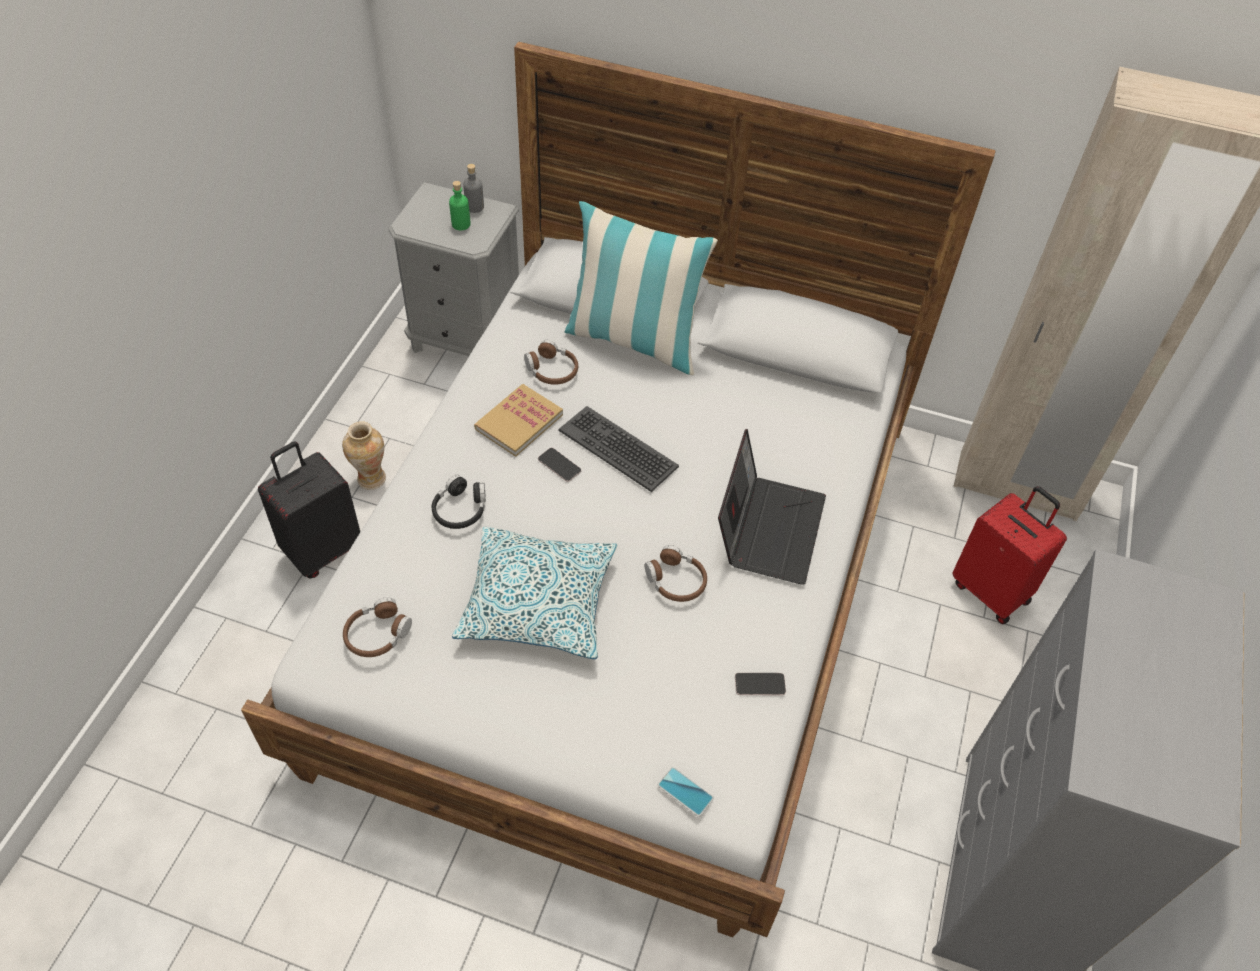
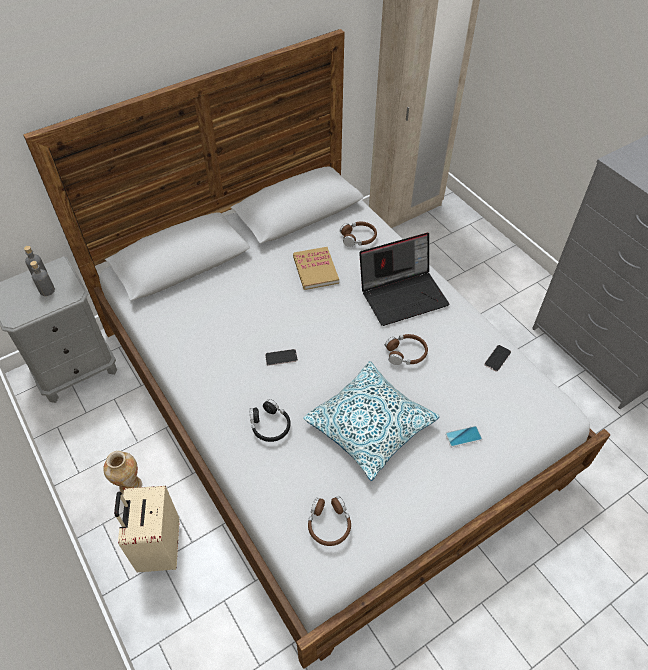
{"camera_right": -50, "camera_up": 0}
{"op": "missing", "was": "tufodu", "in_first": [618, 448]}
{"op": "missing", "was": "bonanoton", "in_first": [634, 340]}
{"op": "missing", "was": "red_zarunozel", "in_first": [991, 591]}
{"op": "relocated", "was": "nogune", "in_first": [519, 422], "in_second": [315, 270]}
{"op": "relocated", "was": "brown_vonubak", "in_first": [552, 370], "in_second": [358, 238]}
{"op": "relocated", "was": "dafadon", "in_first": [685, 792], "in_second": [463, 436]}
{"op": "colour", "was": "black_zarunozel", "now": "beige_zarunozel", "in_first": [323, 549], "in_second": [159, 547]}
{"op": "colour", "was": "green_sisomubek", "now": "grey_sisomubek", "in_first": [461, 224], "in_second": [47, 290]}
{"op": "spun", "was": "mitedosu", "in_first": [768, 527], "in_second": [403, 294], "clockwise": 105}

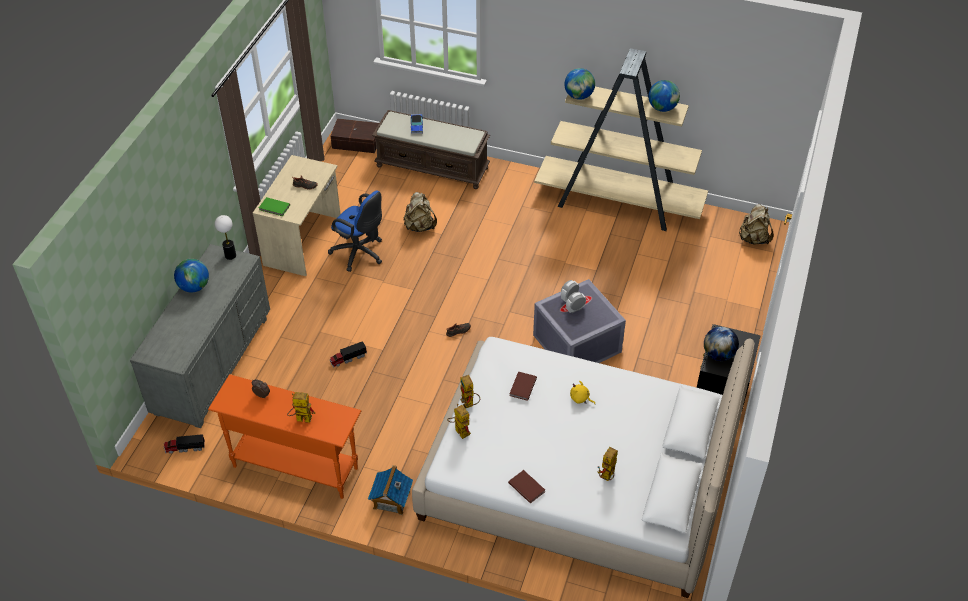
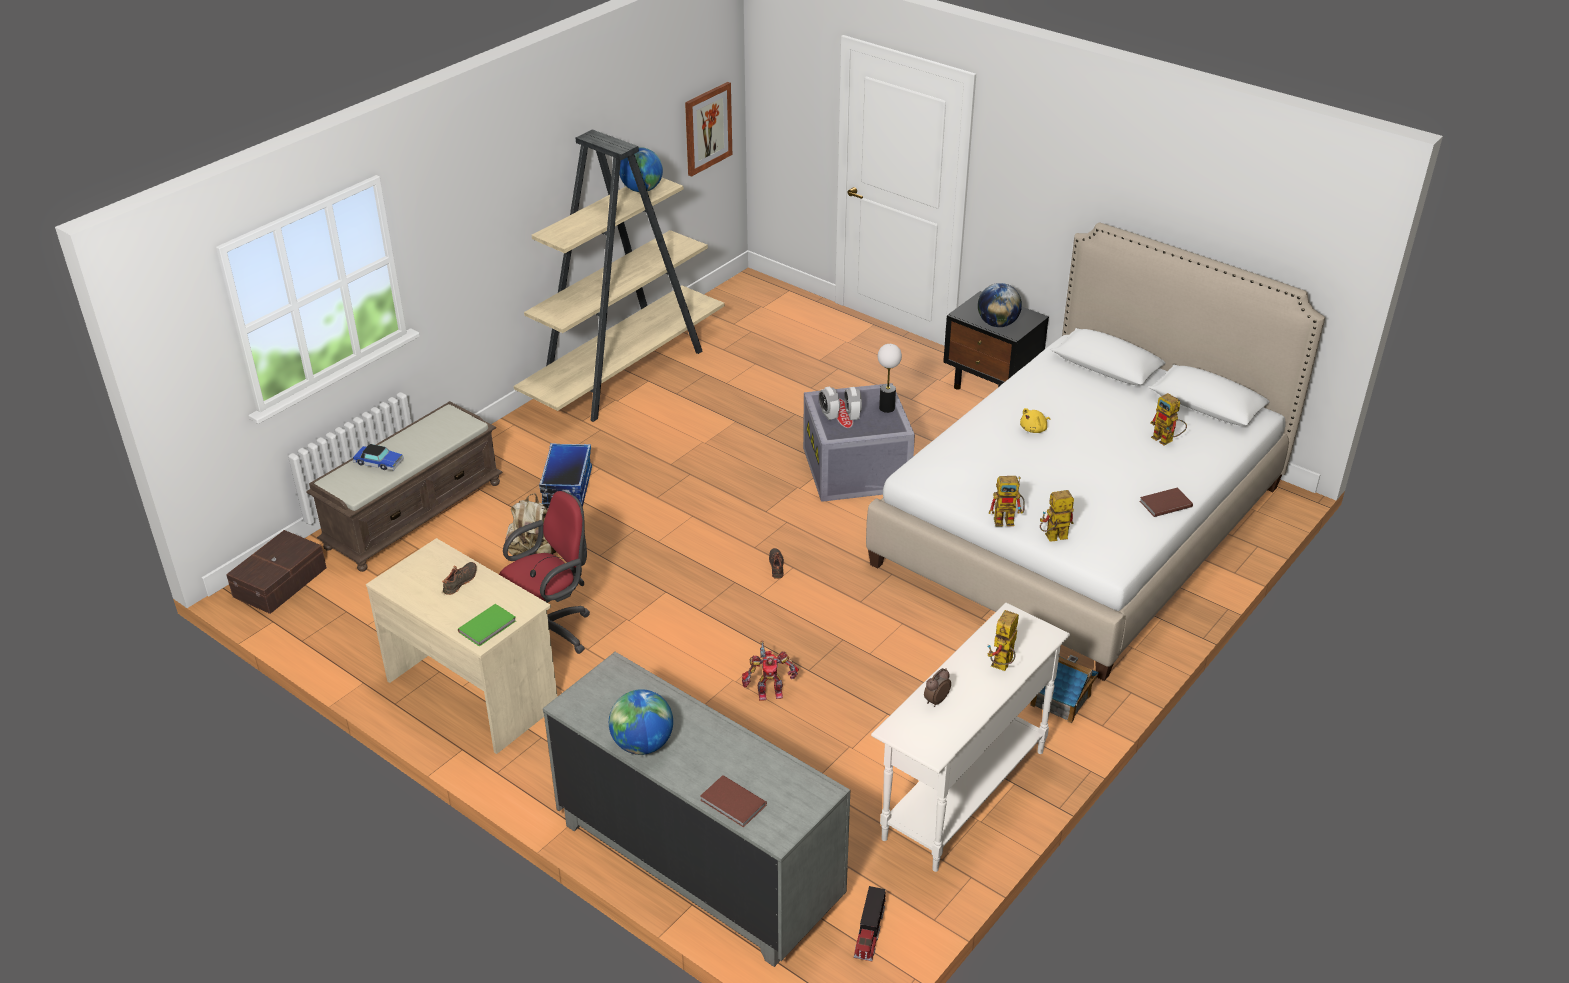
{"camera_right": -70, "camera_up": -10}
{"op": "missing", "was": "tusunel", "in_first": [579, 96]}
{"op": "missing", "was": "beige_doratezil", "in_first": [753, 239]}
{"op": "appeared", "now": "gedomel", "in_second": [566, 488]}
{"op": "appeared", "now": "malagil", "in_second": [707, 128]}
{"op": "relocated", "was": "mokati", "in_first": [230, 255], "in_second": [886, 408]}
{"op": "relocated", "was": "brown_nogune", "in_first": [522, 387], "in_second": [733, 804]}
{"op": "exchanged", "was": "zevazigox", "now": "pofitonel", "in_first": [348, 358], "in_second": [769, 691]}
{"op": "colour", "was": "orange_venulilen", "now": "white_venulilen", "in_first": [295, 467], "in_second": [963, 794]}
{"op": "colour", "was": "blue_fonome", "now": "red_fonome", "in_first": [360, 254], "in_second": [550, 632]}

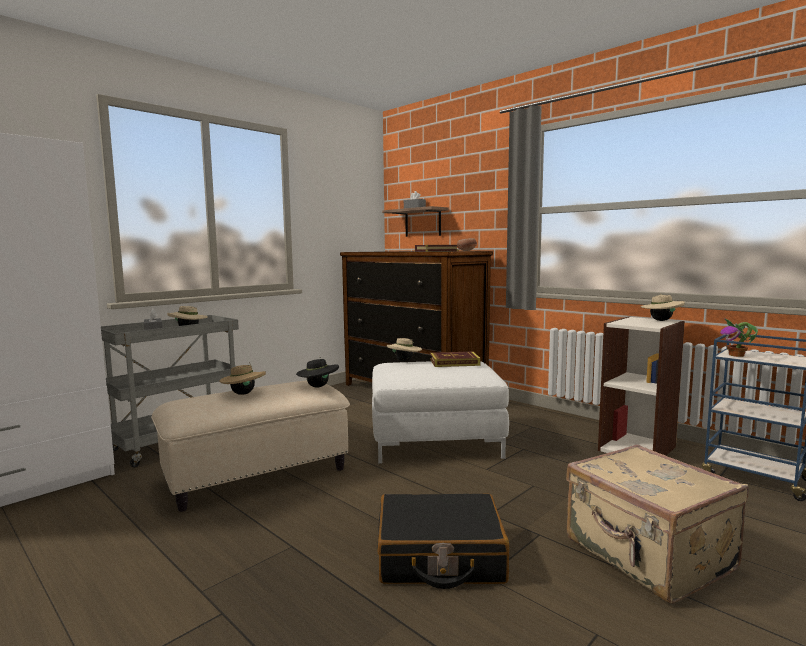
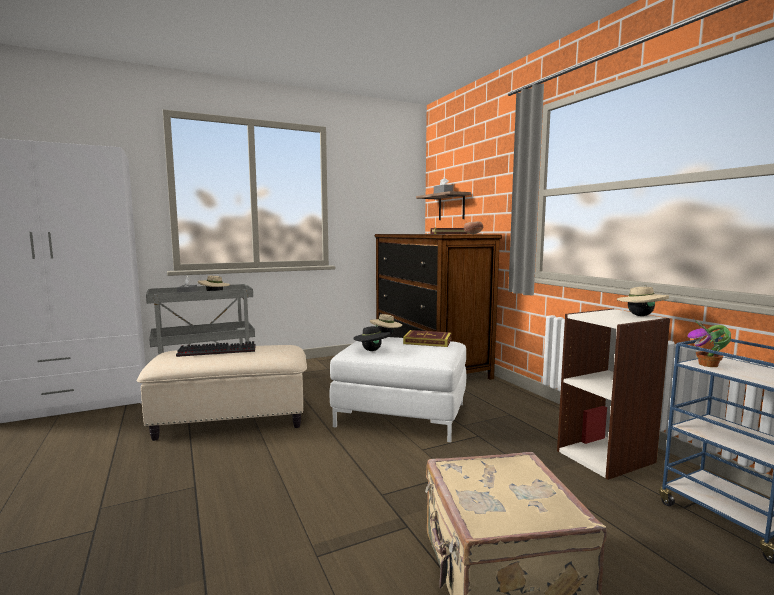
{"camera_right": 20, "camera_up": 0}
{"op": "missing", "was": "black_zarunozel", "in_first": [439, 556]}
{"op": "relocated", "was": "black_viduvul", "in_first": [318, 386], "in_second": [372, 350]}
{"op": "exchanged", "was": "beige_viduvul", "now": "tufodu", "in_first": [243, 394], "in_second": [219, 351]}

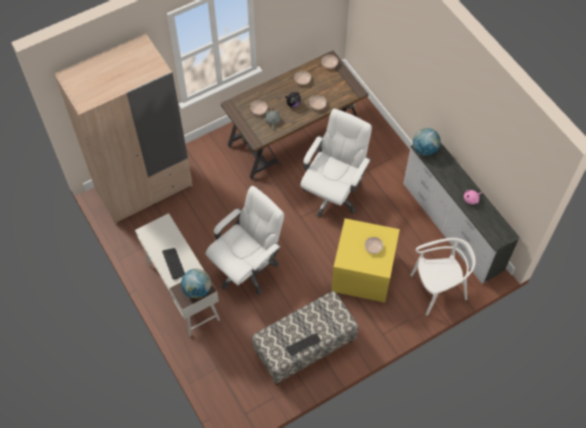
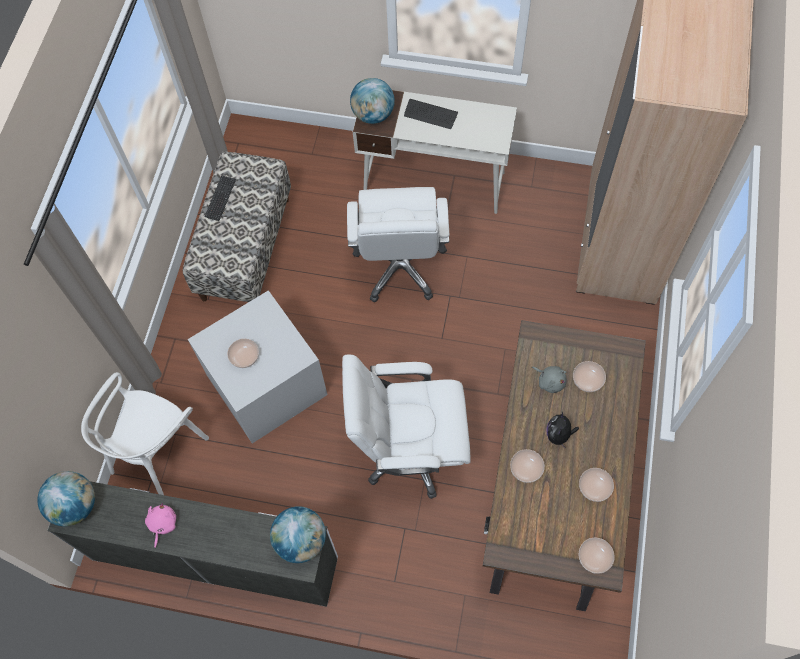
{"camera_right": 135, "camera_up": 5}
{"op": "appeared", "now": "tusunel", "in_second": [75, 505]}
{"op": "colour", "was": "yellow_gedomel", "now": "grey_gedomel", "in_first": [363, 274], "in_second": [264, 384]}
{"op": "spun", "was": "white_fonome", "in_first": [333, 193], "in_second": [411, 450], "clockwise": 105}

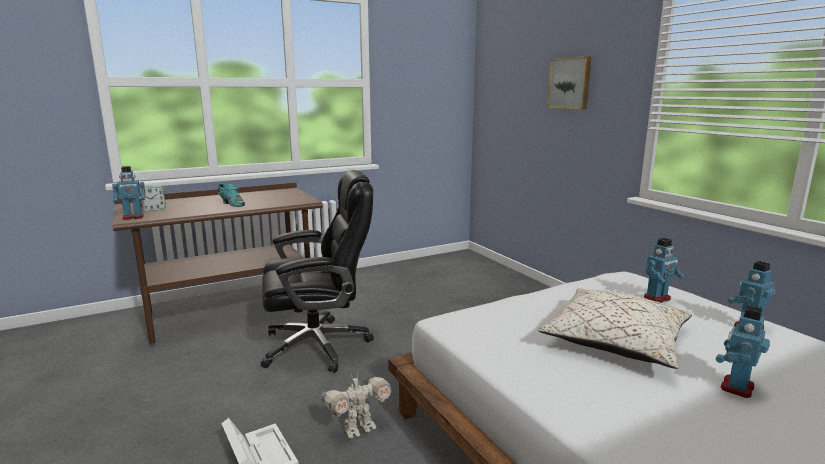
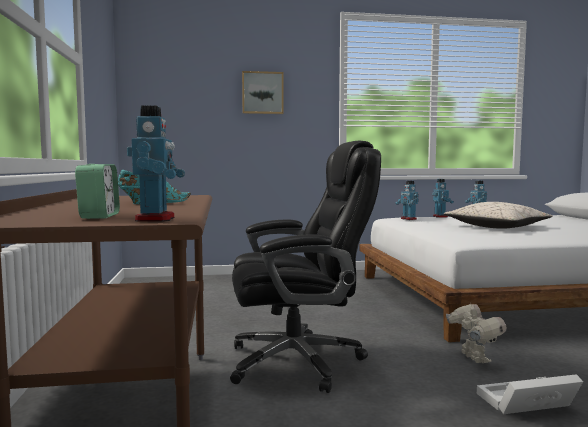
{"camera_right": -70, "camera_up": -10}
{"op": "relocated", "was": "pofitonel", "in_first": [736, 387], "in_second": [408, 219]}
{"op": "spun", "was": "black_fonome", "in_first": [318, 345], "in_second": [299, 361], "clockwise": 75}

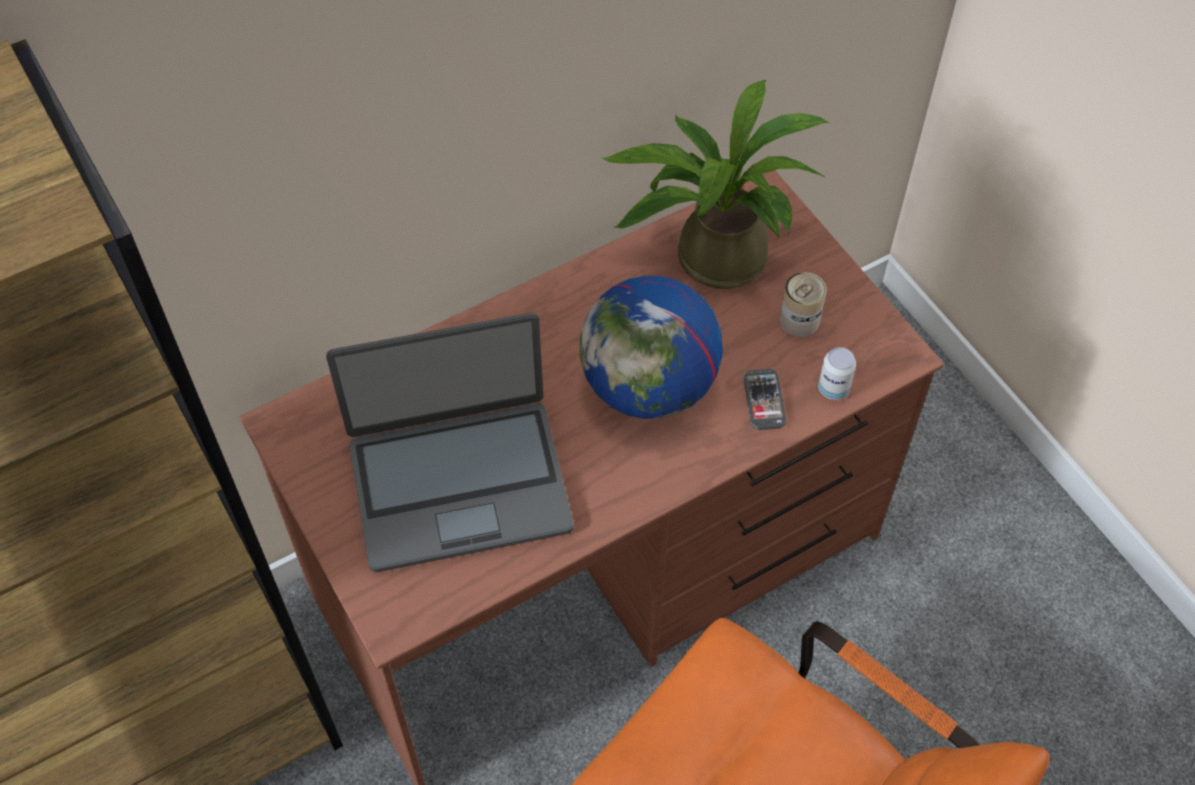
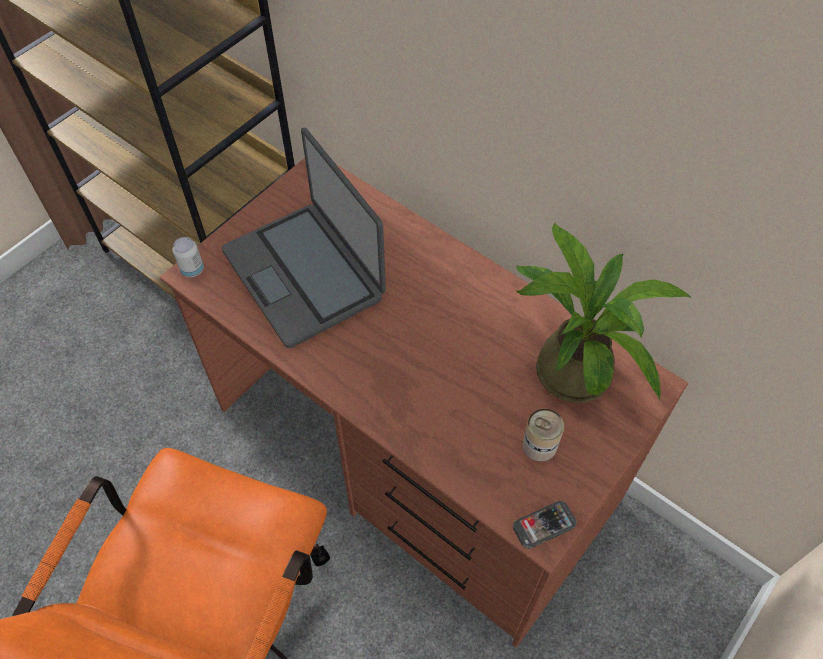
{"camera_right": 70, "camera_up": 0}
{"op": "missing", "was": "tusunel", "in_first": [649, 387]}
{"op": "relocated", "was": "dafadon", "in_first": [764, 400], "in_second": [544, 525]}
{"op": "relocated", "was": "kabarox", "in_first": [833, 389], "in_second": [192, 270]}

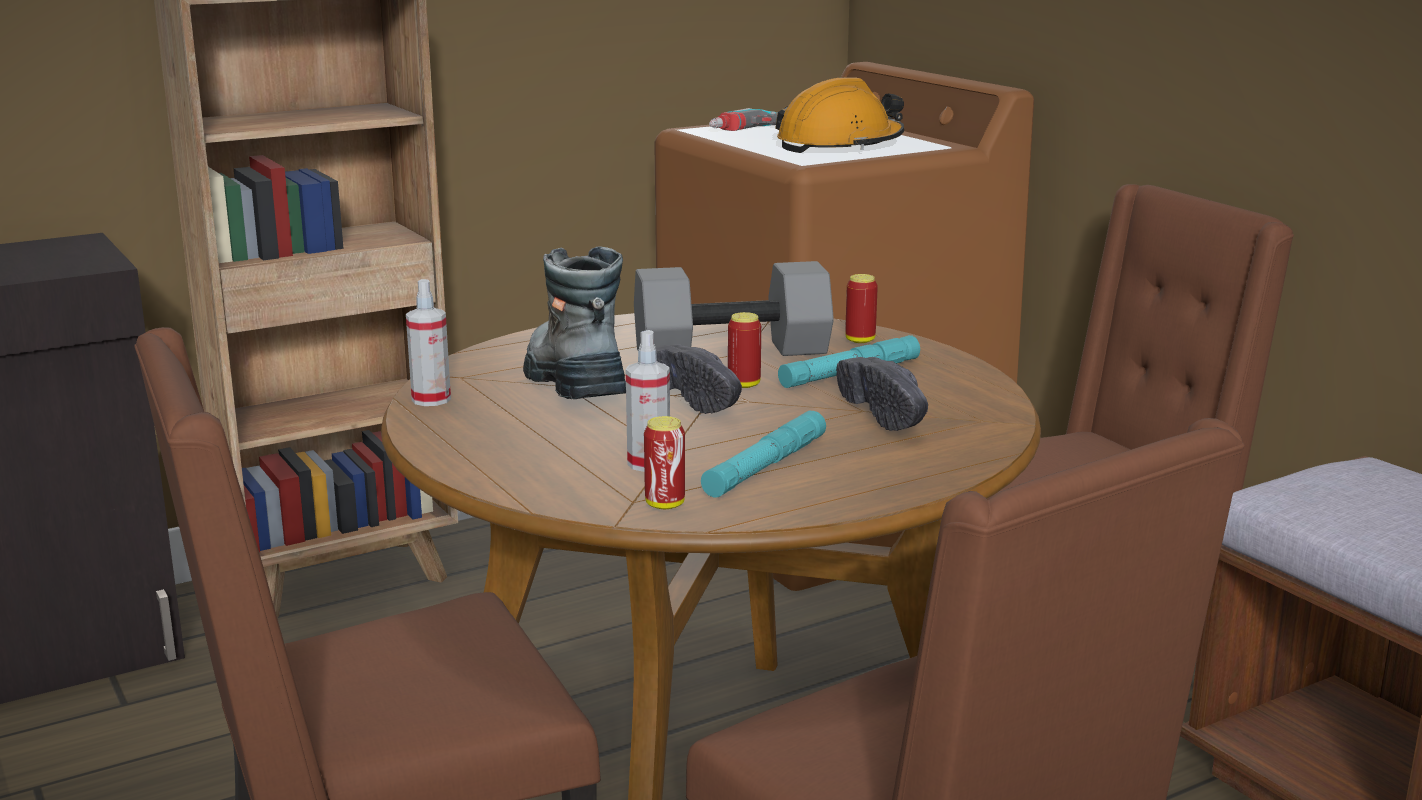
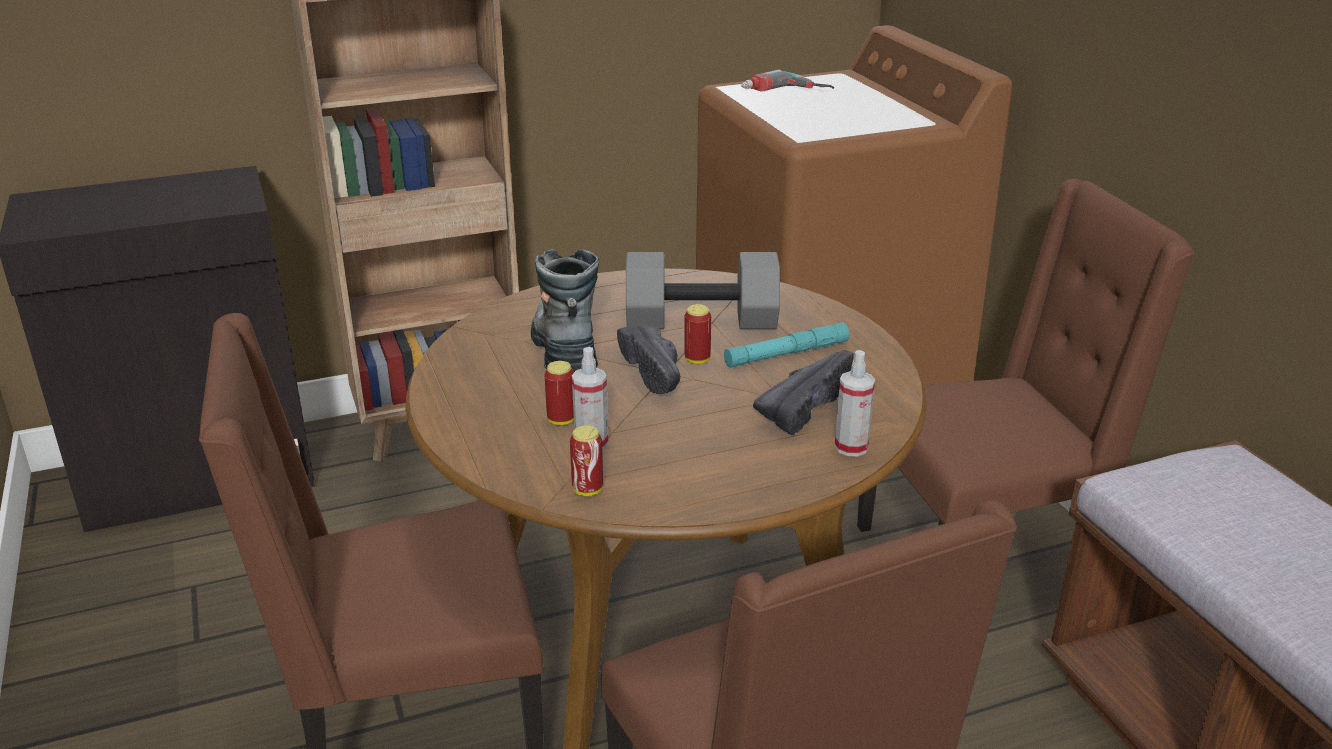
{"camera_right": 10, "camera_up": 10}
{"op": "missing", "was": "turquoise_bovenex", "in_first": [765, 466]}
{"op": "missing", "was": "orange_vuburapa", "in_first": [840, 145]}
{"op": "relocated", "was": "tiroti", "in_first": [431, 399], "in_second": [851, 447]}
{"op": "relocated", "was": "kabarox", "in_first": [860, 340], "in_second": [561, 420]}
{"op": "spun", "was": "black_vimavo", "in_first": [893, 415], "in_second": [802, 406], "clockwise": -135}

